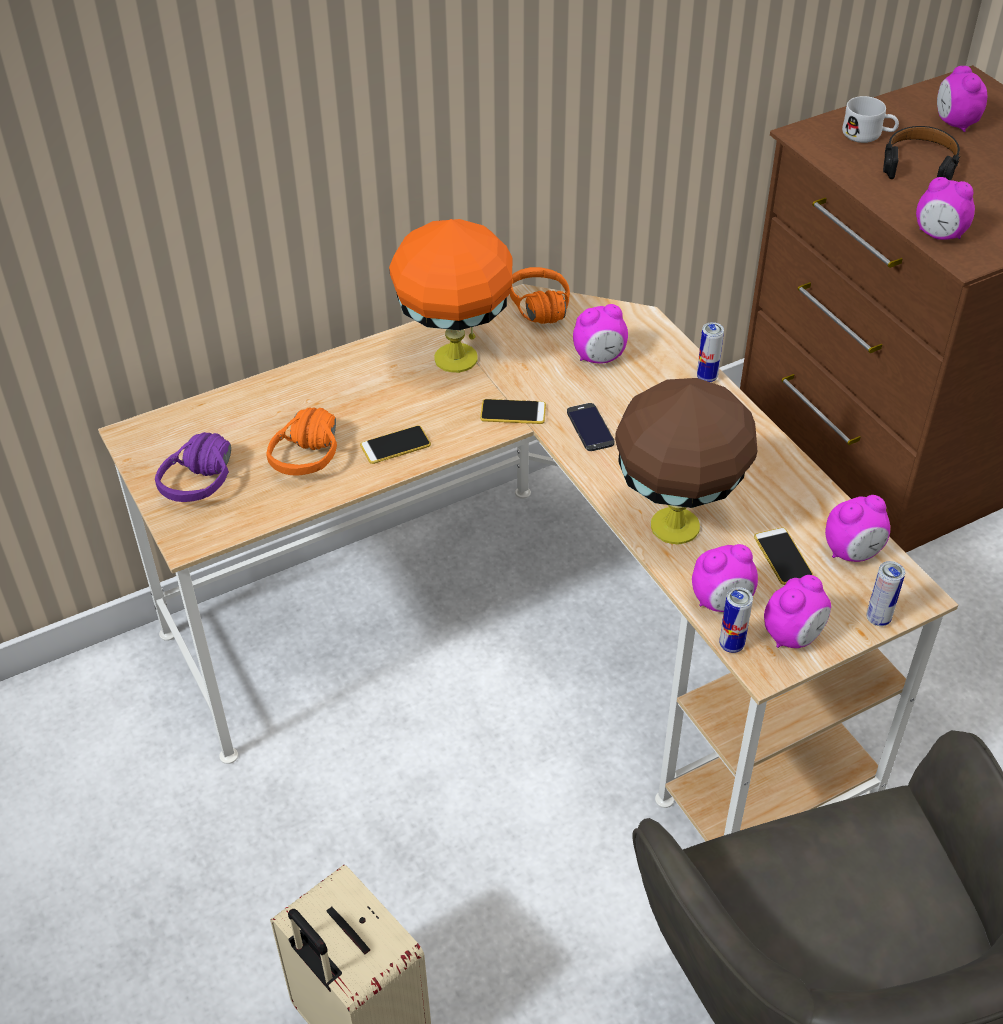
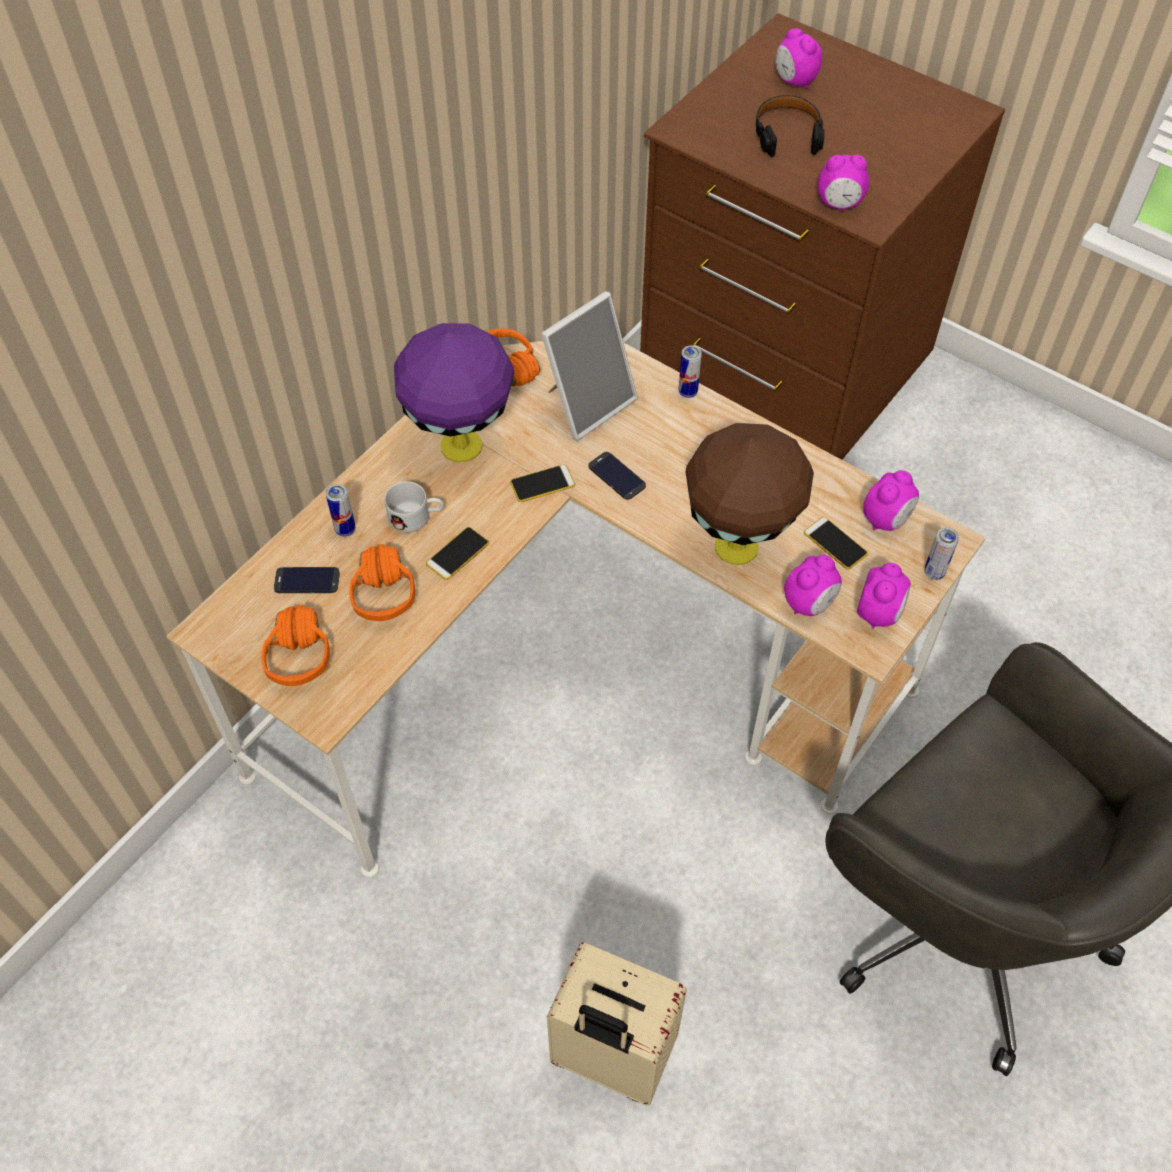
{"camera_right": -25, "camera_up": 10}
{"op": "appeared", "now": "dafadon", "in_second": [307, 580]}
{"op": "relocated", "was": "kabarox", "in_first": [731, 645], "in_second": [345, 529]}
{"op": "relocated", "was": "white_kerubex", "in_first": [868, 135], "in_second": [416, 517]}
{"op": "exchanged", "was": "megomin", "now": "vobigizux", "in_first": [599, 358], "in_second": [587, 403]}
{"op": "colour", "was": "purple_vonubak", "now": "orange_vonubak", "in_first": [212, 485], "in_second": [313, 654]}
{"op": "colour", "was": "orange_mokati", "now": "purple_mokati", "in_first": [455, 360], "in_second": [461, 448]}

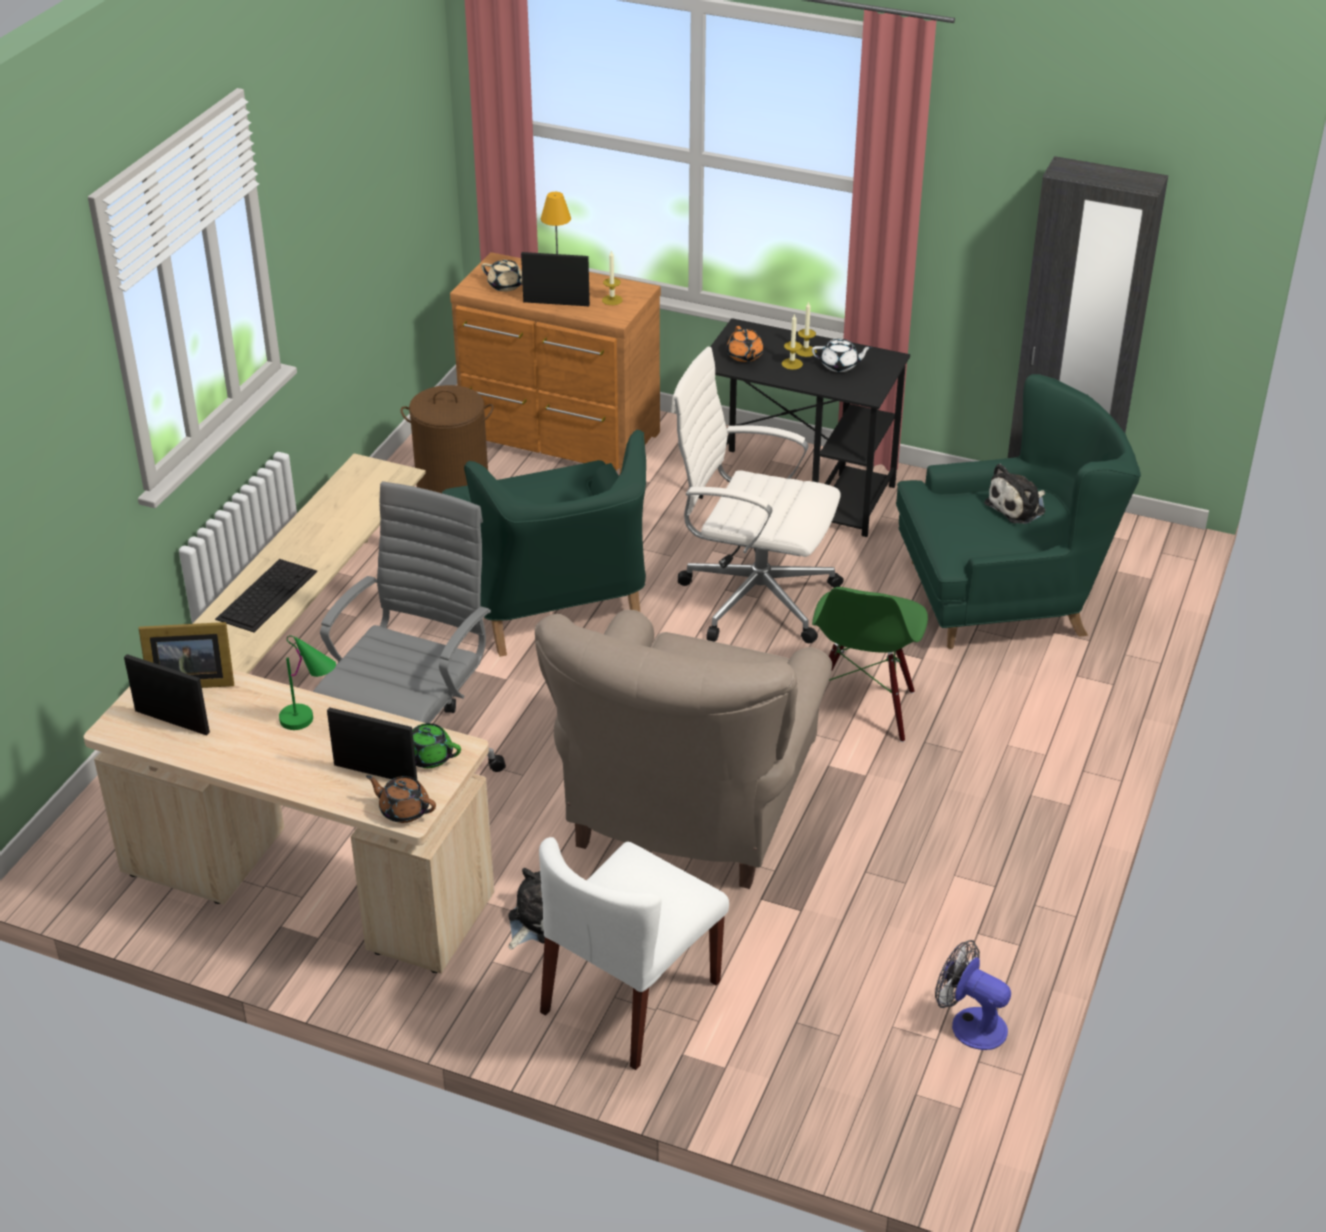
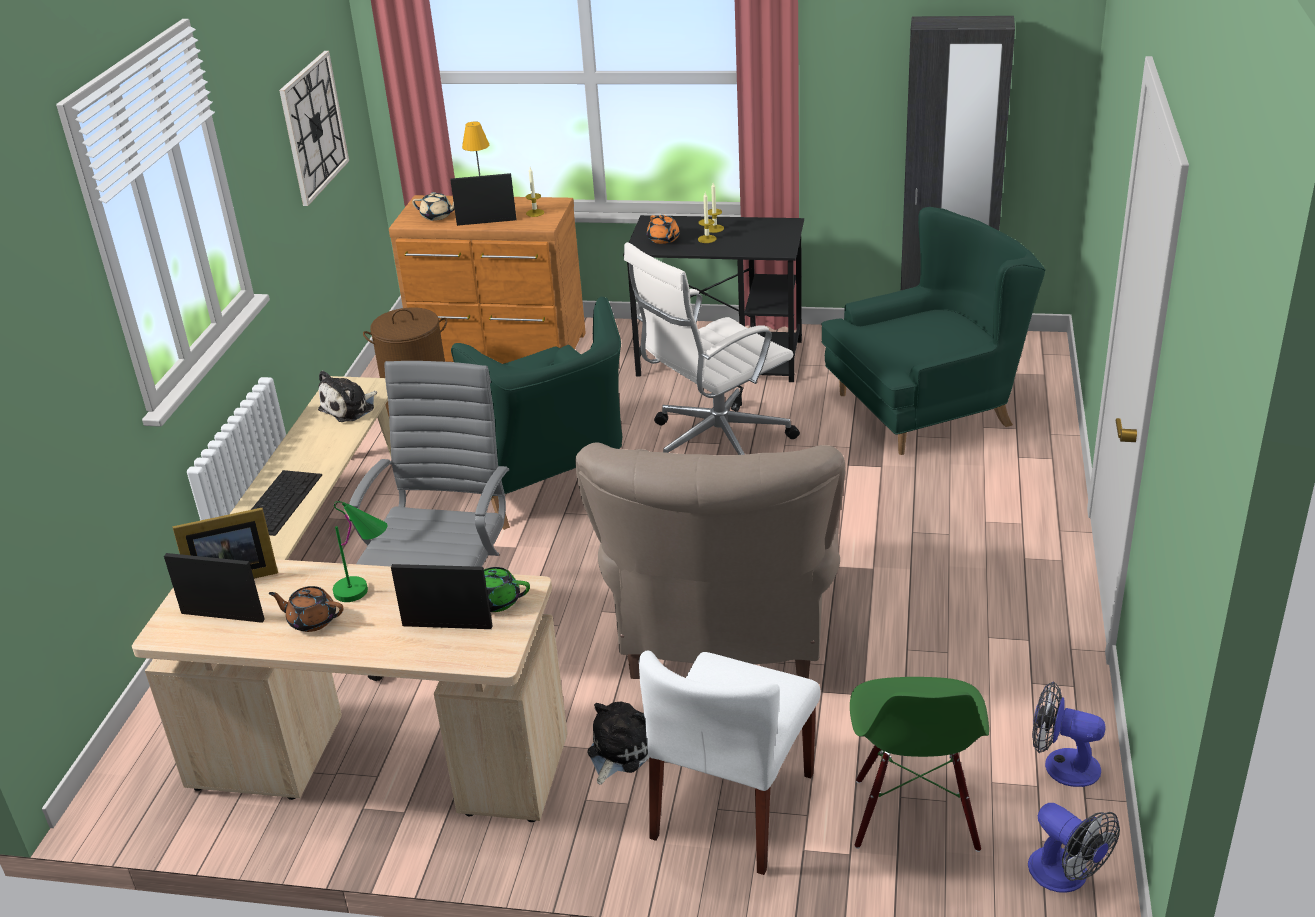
{"camera_right": -10, "camera_up": -5}
{"op": "missing", "was": "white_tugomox", "in_first": [840, 365]}
{"op": "appeared", "now": "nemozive", "in_second": [313, 127]}
{"op": "appeared", "now": "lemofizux", "in_second": [1066, 876]}
{"op": "relocated", "was": "brown_tugomox", "in_first": [403, 810], "in_second": [311, 620]}
{"op": "relocated", "was": "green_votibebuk", "in_first": [861, 708], "in_second": [914, 815]}
{"op": "relocated", "was": "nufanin", "in_first": [1018, 507], "in_second": [350, 408]}
{"op": "spun", "was": "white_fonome", "in_first": [753, 597], "in_second": [715, 444], "clockwise": -45}

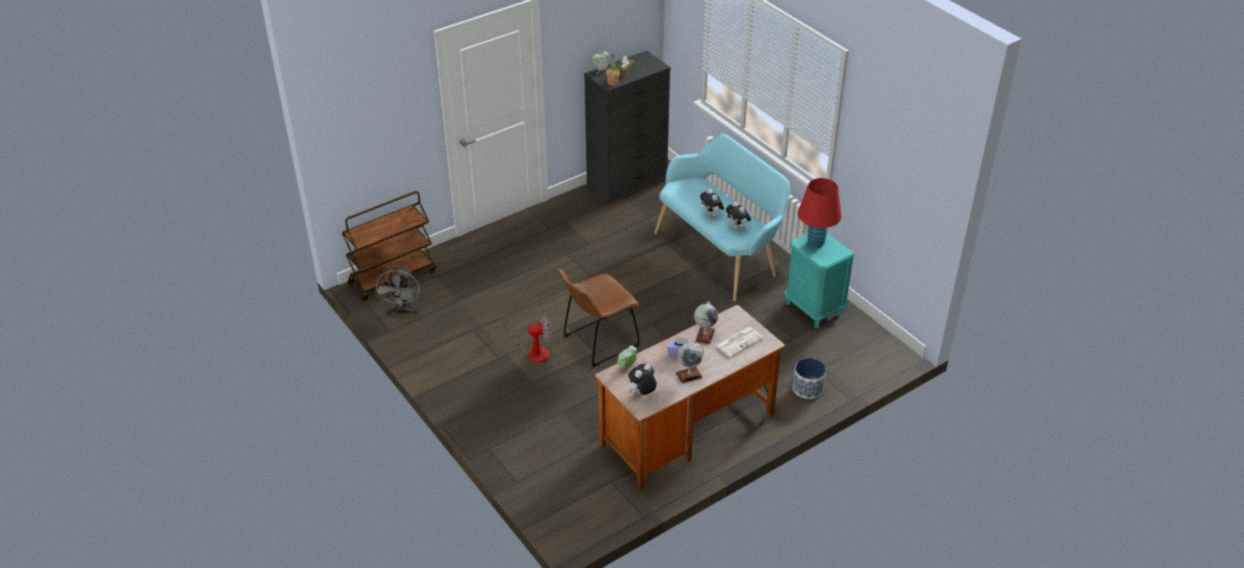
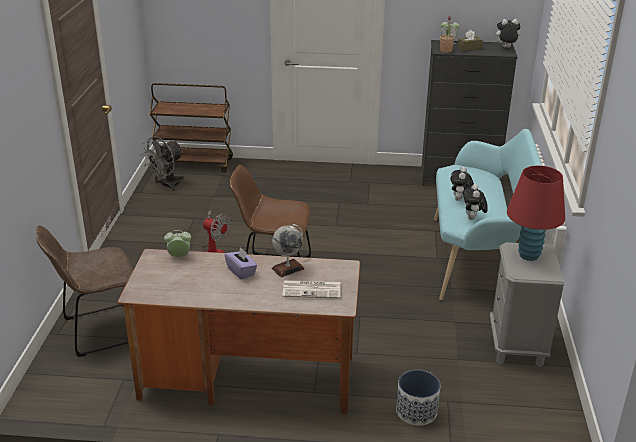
{"camera_right": 40, "camera_up": -10}
{"op": "missing", "was": "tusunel", "in_first": [689, 375]}
{"op": "appeared", "now": "brown_votibebuk", "in_second": [99, 330]}
{"op": "relocated", "was": "nufanin", "in_first": [642, 393], "in_second": [505, 47]}
{"op": "colour", "was": "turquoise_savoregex", "now": "grey_savoregex", "in_first": [813, 309], "in_second": [517, 346]}

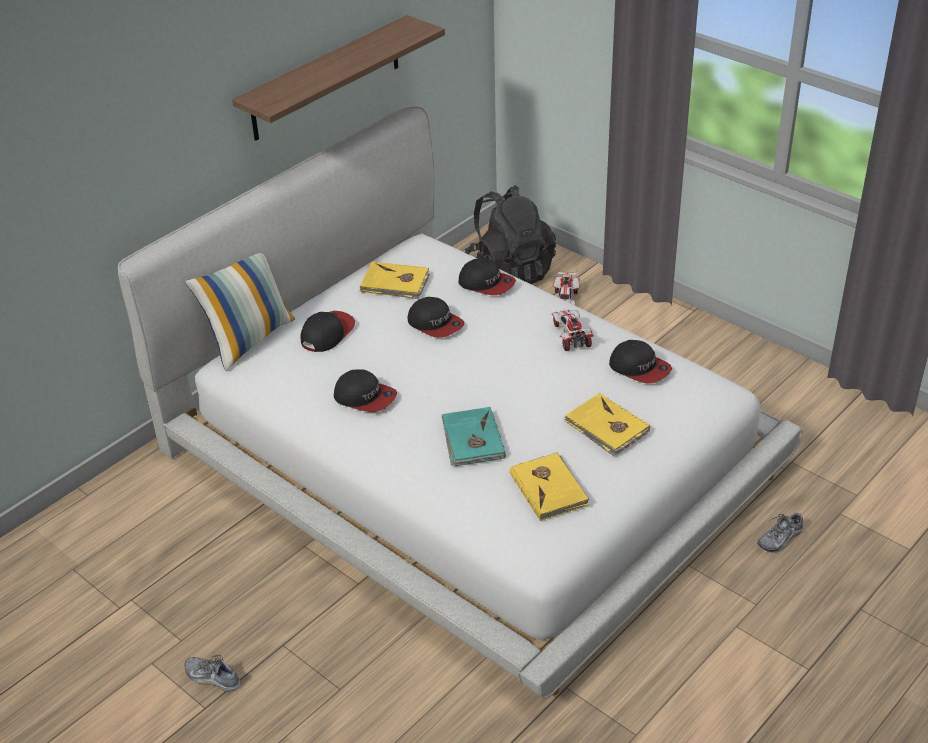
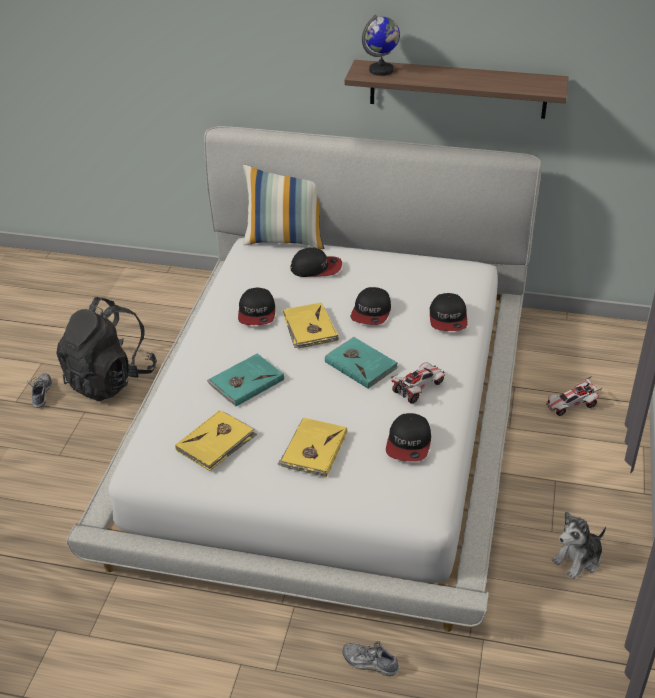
{"camera_right": 60, "camera_up": 0}
{"op": "appeared", "now": "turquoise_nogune", "in_second": [361, 364]}
{"op": "appeared", "now": "tusunel", "in_second": [381, 70]}
{"op": "appeared", "now": "nufanin", "in_second": [578, 559]}
{"op": "relocated", "was": "yellow_nogune", "in_first": [395, 283], "in_second": [309, 328]}
{"op": "relocated", "was": "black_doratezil", "in_first": [510, 271], "in_second": [110, 379]}

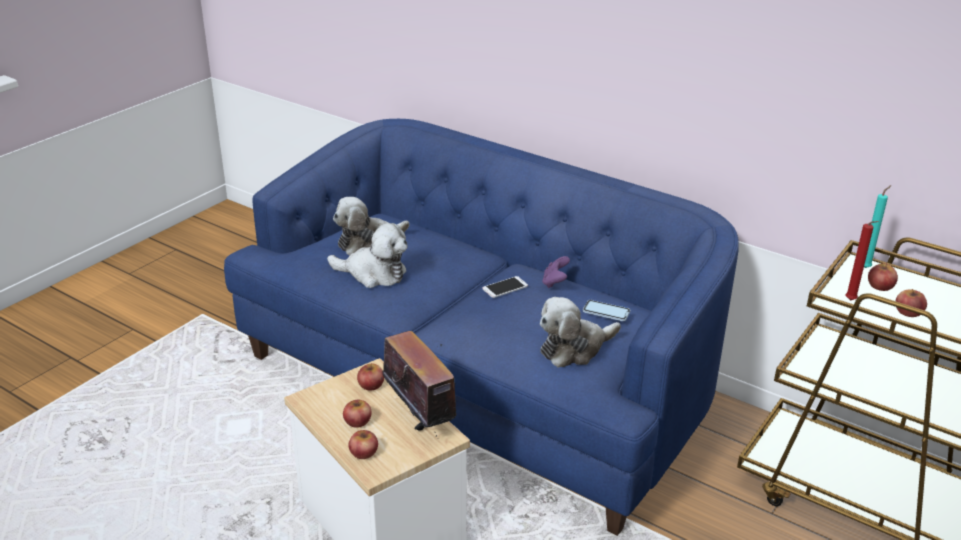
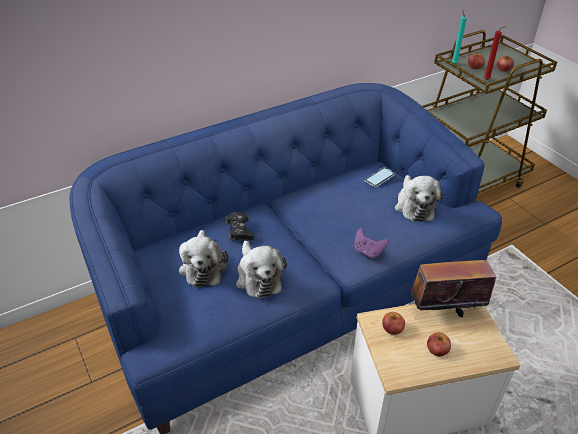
{"camera_right": -65, "camera_up": 10}
{"op": "missing", "was": "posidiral", "in_first": [364, 452]}
{"op": "missing", "was": "dafadon", "in_first": [505, 287]}
{"op": "appeared", "now": "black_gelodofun", "in_second": [239, 230]}
{"op": "relocated", "was": "purple_gelodofun", "in_first": [555, 282], "in_second": [368, 251]}
{"op": "spun", "was": "nufanin", "in_first": [373, 273], "in_second": [258, 277], "clockwise": 120}

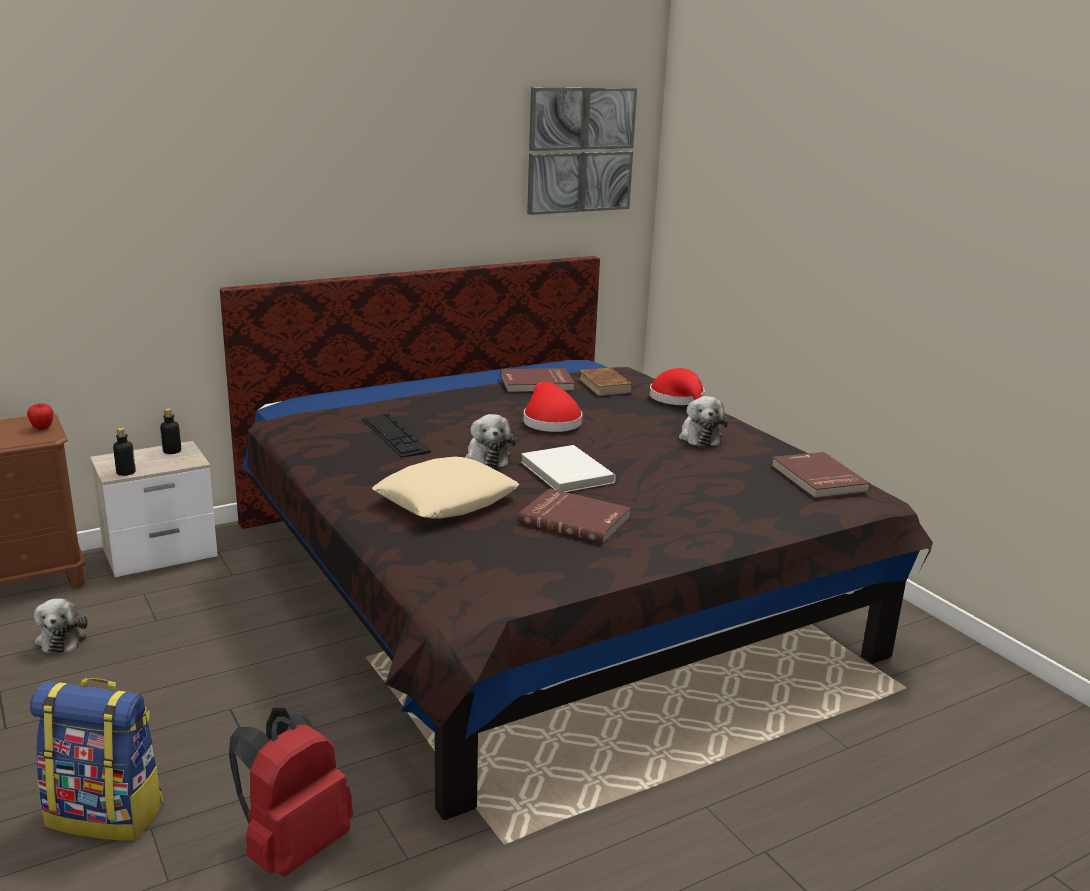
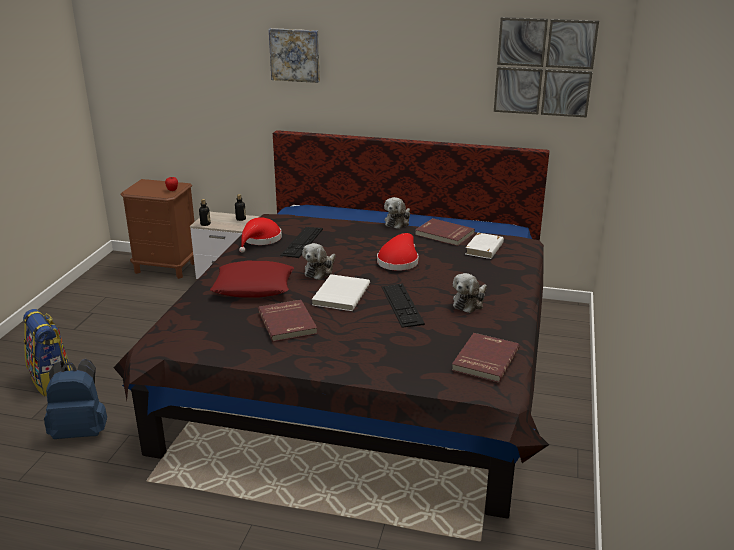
{"camera_right": 45, "camera_up": 5}
{"op": "appeared", "now": "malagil", "in_second": [295, 55]}
{"op": "appeared", "now": "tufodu", "in_second": [402, 305]}
{"op": "relocated", "was": "nufanin", "in_first": [62, 638], "in_second": [398, 222]}
{"op": "relocated", "was": "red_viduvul", "in_first": [679, 400], "in_second": [260, 240]}
{"op": "colour", "was": "red_doratezil", "now": "blue_doratezil", "in_first": [293, 847], "in_second": [81, 431]}
{"op": "colour", "was": "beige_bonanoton", "now": "red_bonanoton", "in_first": [446, 499], "in_second": [254, 286]}
{"op": "colour", "was": "brown_nogune", "now": "white_nogune", "in_first": [605, 386], "in_second": [484, 249]}

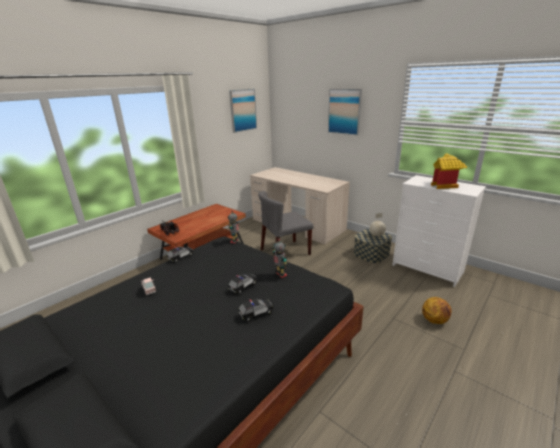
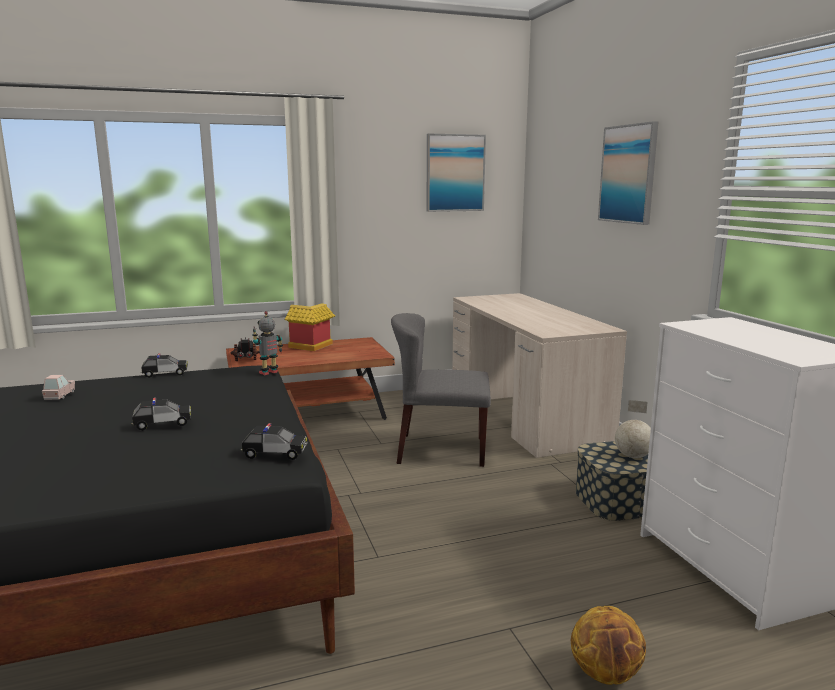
{"camera_right": 30, "camera_up": -10}
{"op": "missing", "was": "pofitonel", "in_first": [280, 275]}
{"op": "relocated", "was": "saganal", "in_first": [255, 313], "in_second": [274, 453]}
{"op": "relocated", "was": "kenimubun", "in_first": [445, 185], "in_second": [310, 347]}

